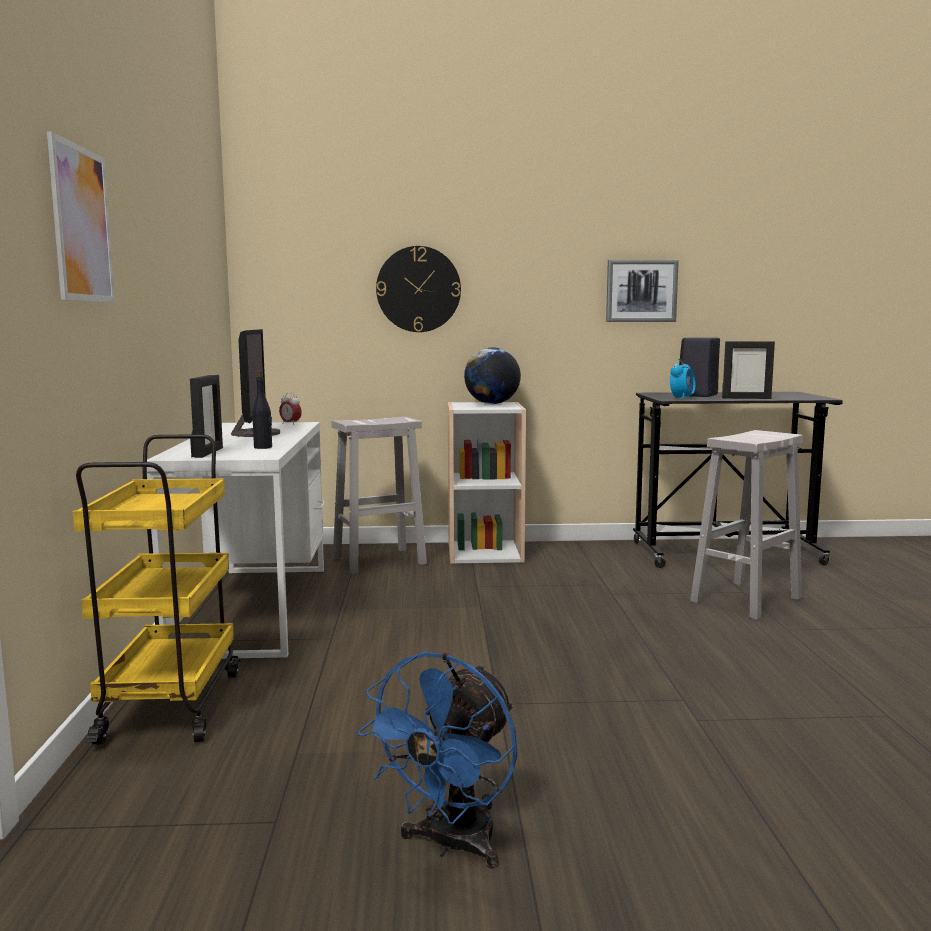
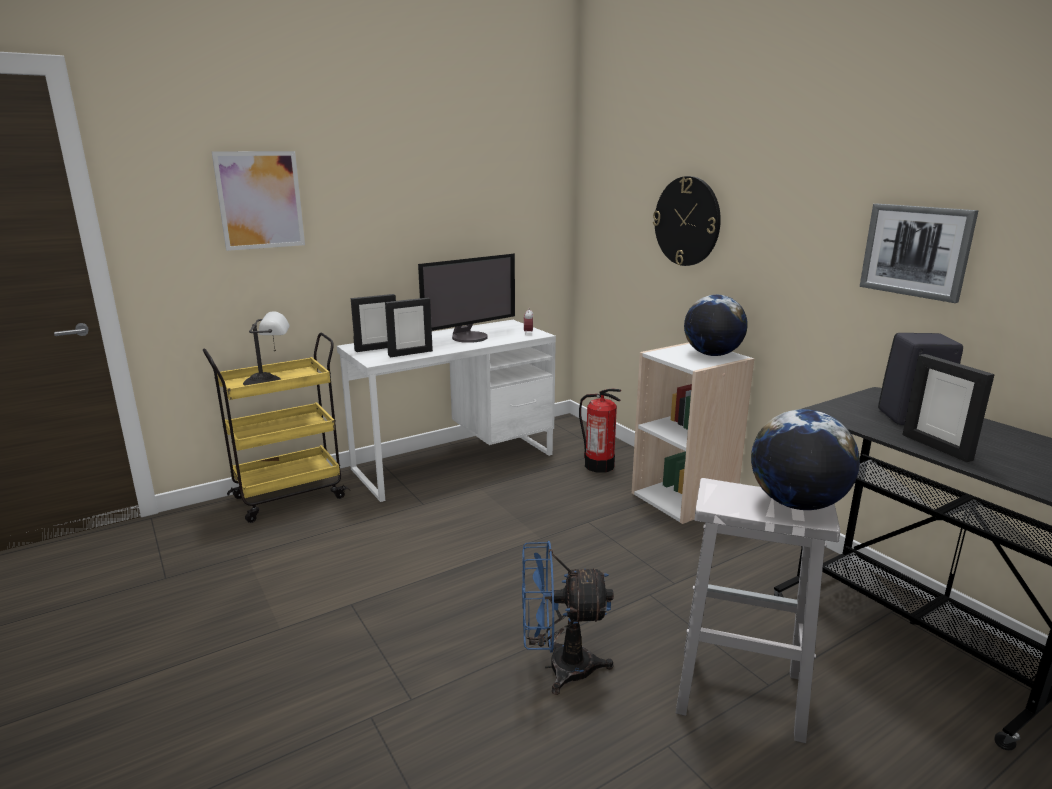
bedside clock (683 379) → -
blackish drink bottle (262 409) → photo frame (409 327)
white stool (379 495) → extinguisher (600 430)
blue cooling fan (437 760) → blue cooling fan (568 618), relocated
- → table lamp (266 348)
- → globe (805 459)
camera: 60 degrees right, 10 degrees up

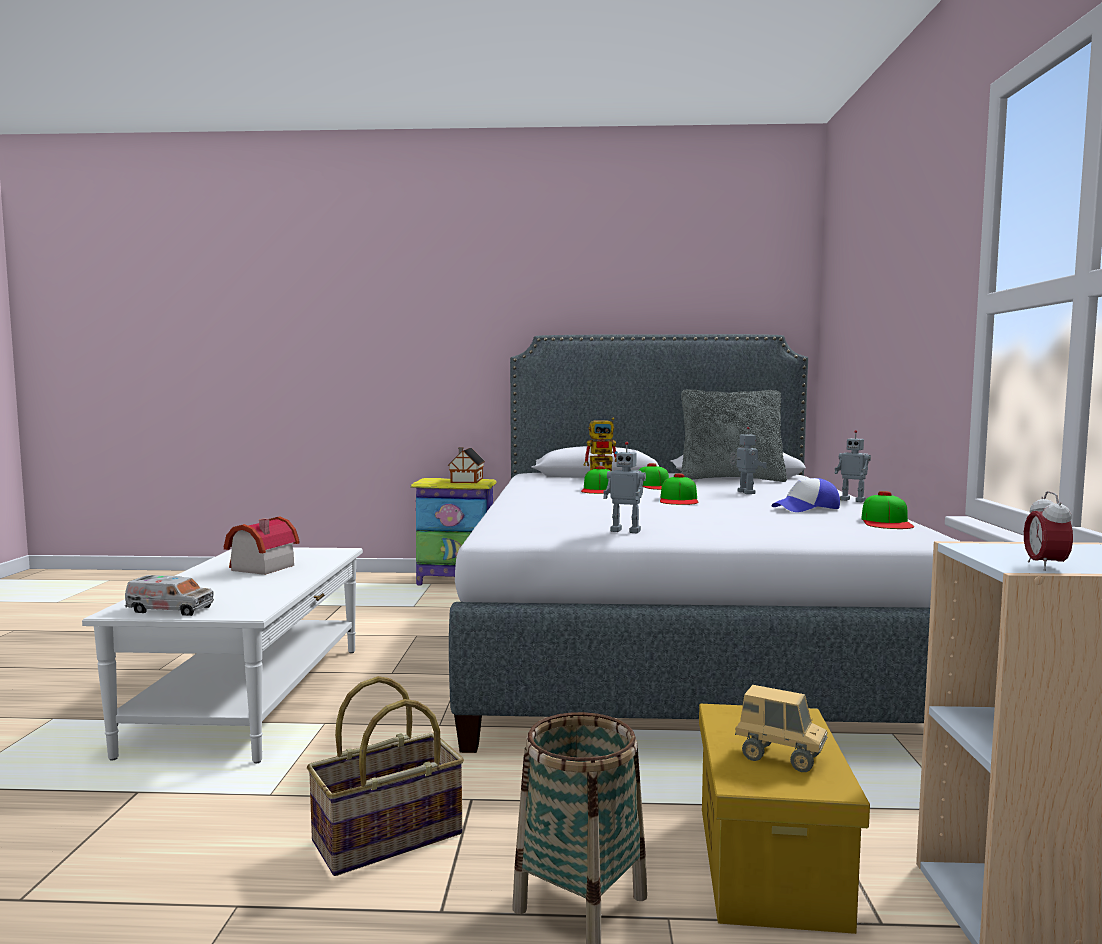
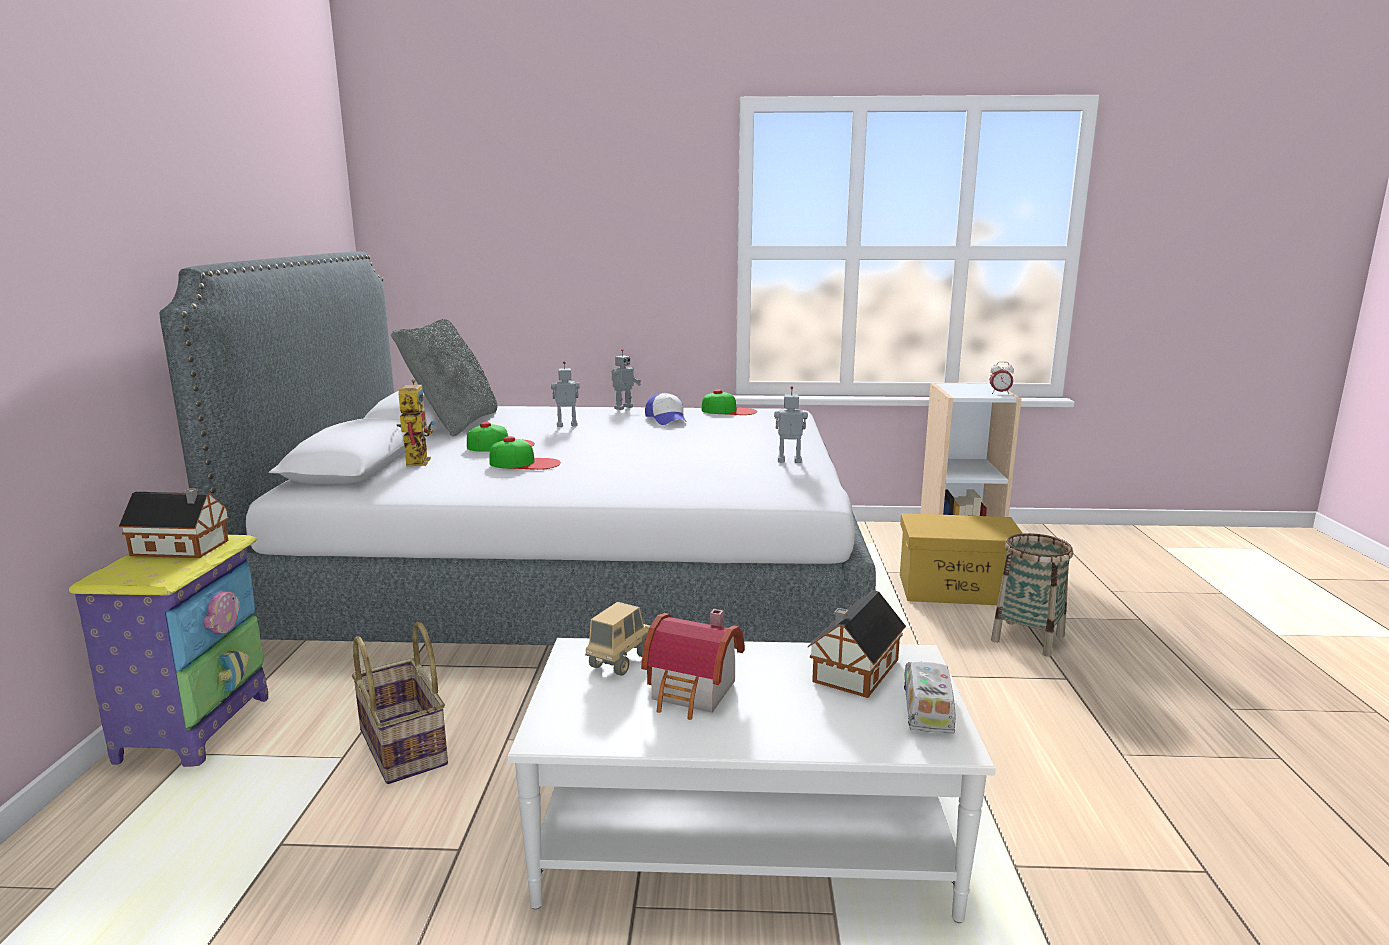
robot figure (624 487) → robot figure (791 424), 105 degrees counterclockwise
baseball cap (679 489) → -
household basket (385 776) → household basket (400 703), relocated
toy truck (781 728) → toy truck (617 639), relocated
- → model house (857 644)
camera: 90 degrees left, 10 degrees up

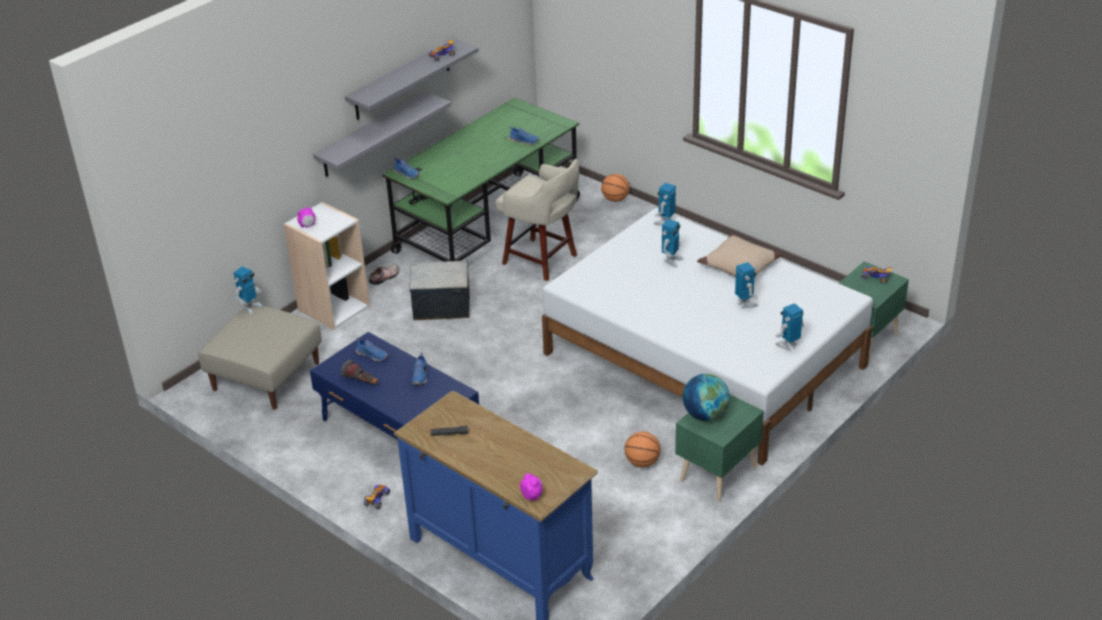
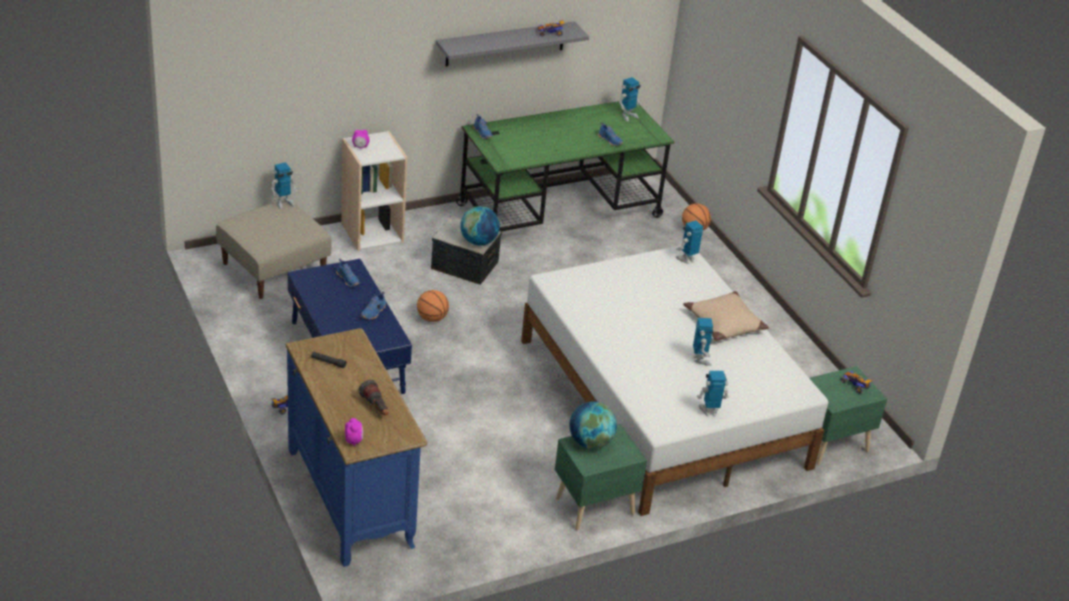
grey wall shelf (382 134) → -
beige stool (537 220) → -
robot figure (673 243) → robot figure (630 99), relocated
shoe (384 274) → -
hand torch (359 372) → hand torch (373 397), relocated
basketball (642 449) → basketball (433 306), relocated
- → globe (480 226)
camera: 20 degrees right, 0 degrees up

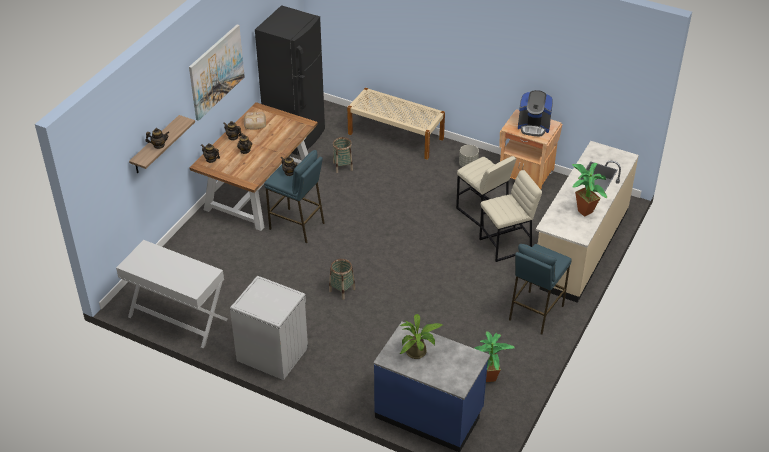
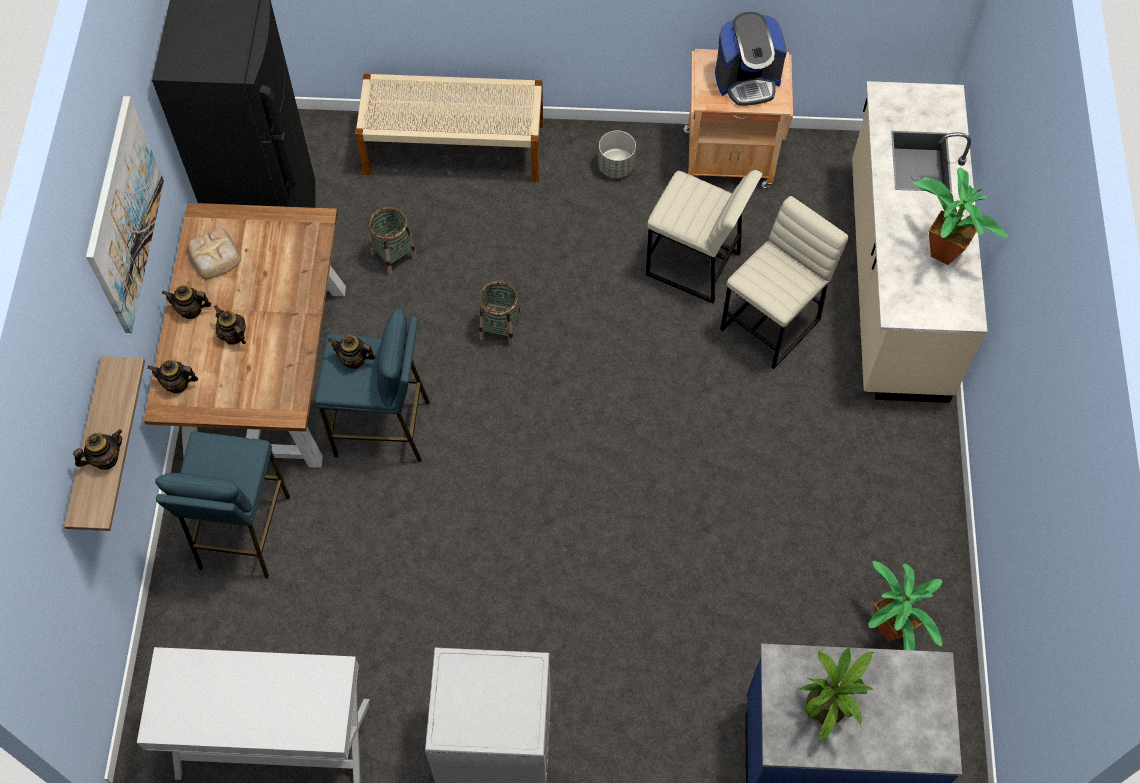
blue stool (540 289) → blue stool (222 505), relocated
household basket (342 279) → household basket (499 313), relocated
camera: 25 degrees left, 20 degrees up

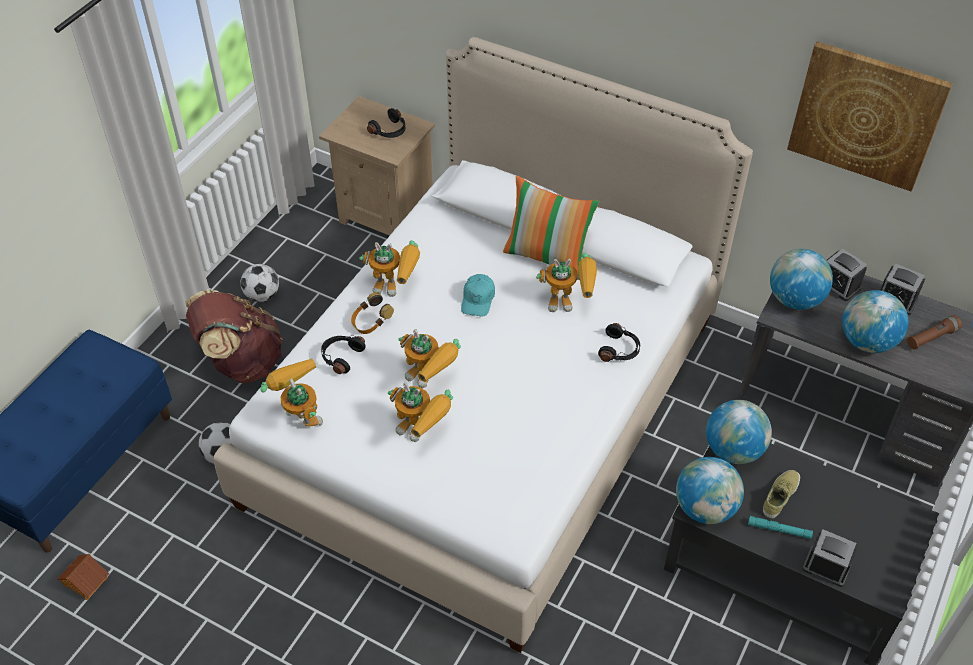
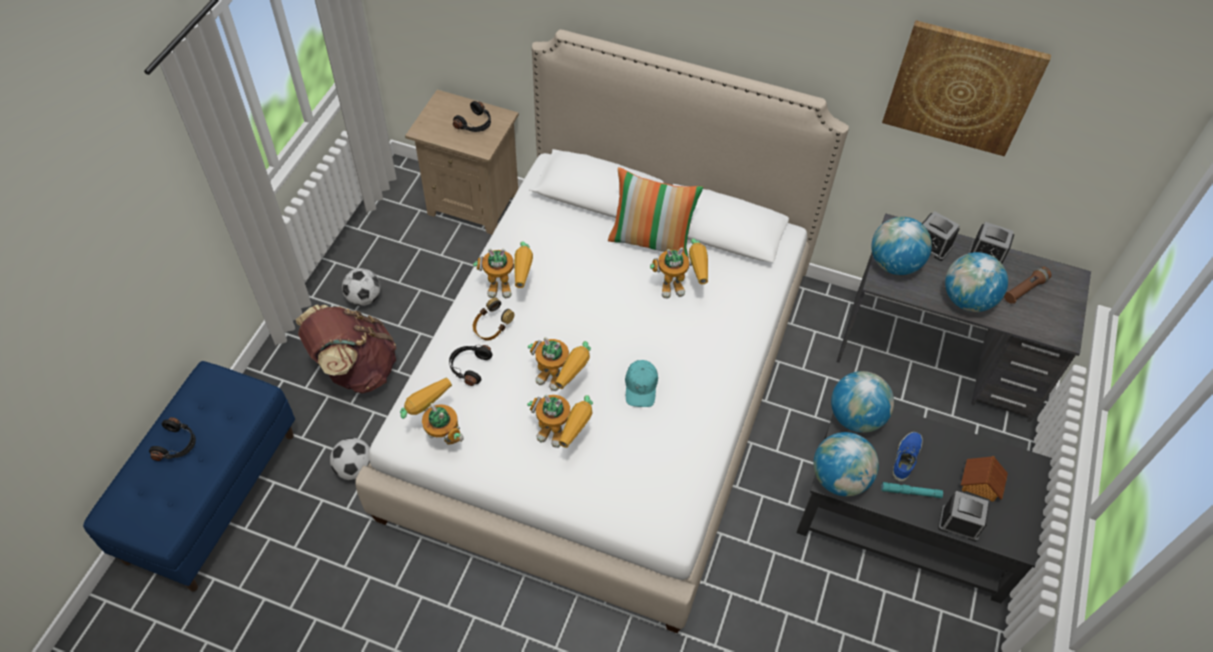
turquoise baseball cap (478 295) → turquoise baseball cap (641 383), relocated
blackish headphones (619 342) → blackish headphones (172 439), relocated
beige shoe (781 494) → blue shoe (908 457)
model house (83 577) → model house (984 479), relocated
camera: 10 degrees left, 5 degrees up

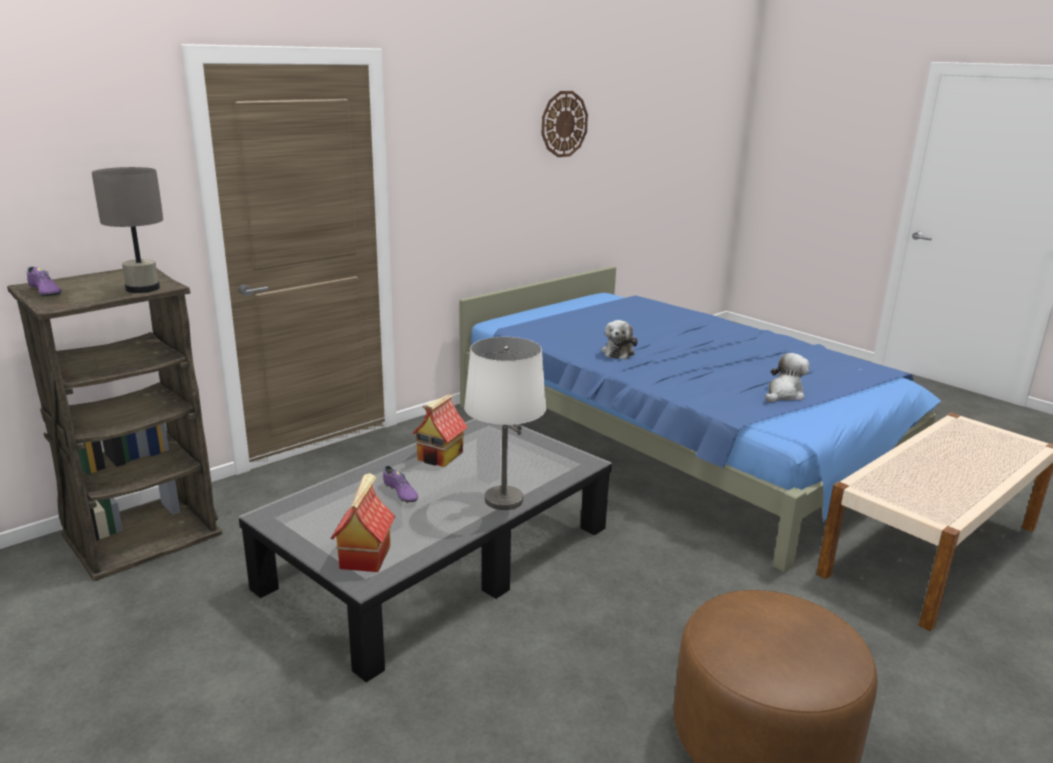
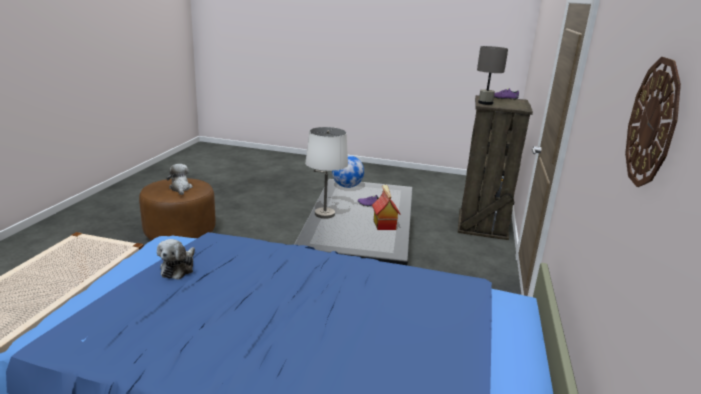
plush toy (619 339) → plush toy (179 179), relocated
model house (362 522) → globe (348 171)
camera: 145 degrees right, 0 degrees up

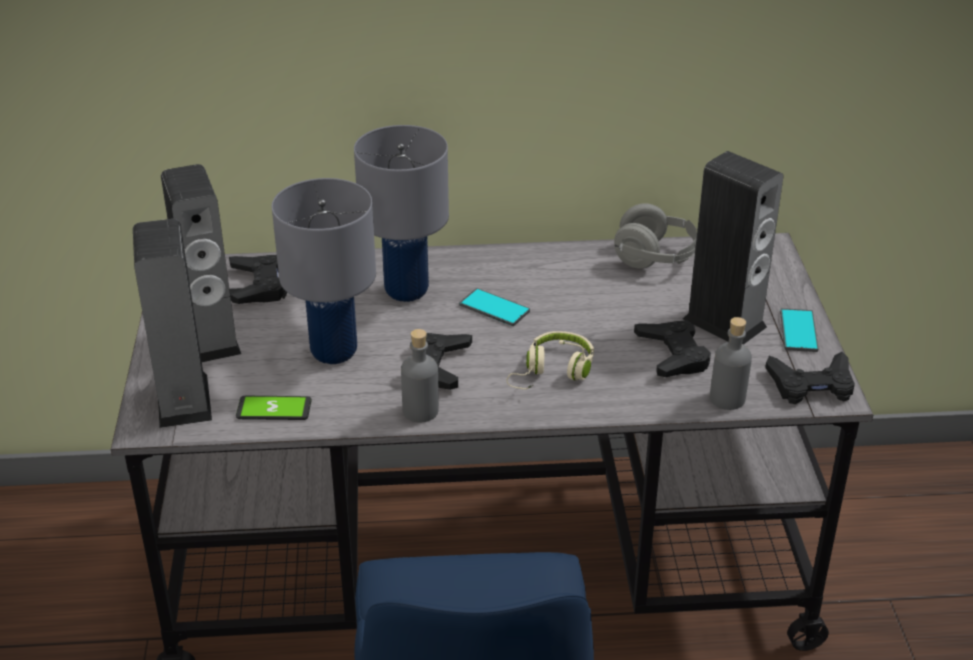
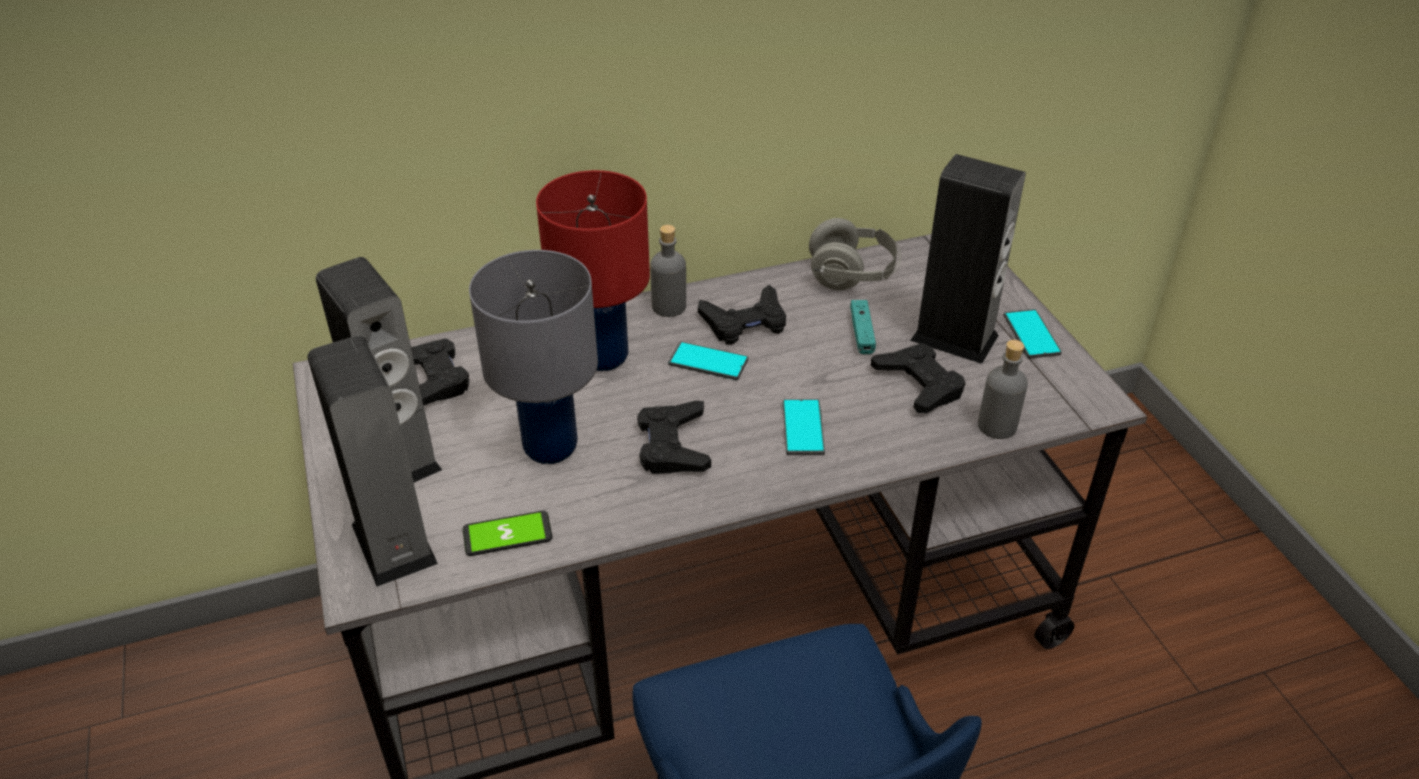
grey table lamp (401 213) → red-coloured table lamp (593 270)
grey drink bottle (420 376) → grey drink bottle (668 271), relocated
beige headphones (550 360) → phone (804 427)
blackish joypad (810 378) → blackish joypad (742 315), relocated
- → turquoise joypad (863 327)
camera: 15 degrees left, 5 degrees up

